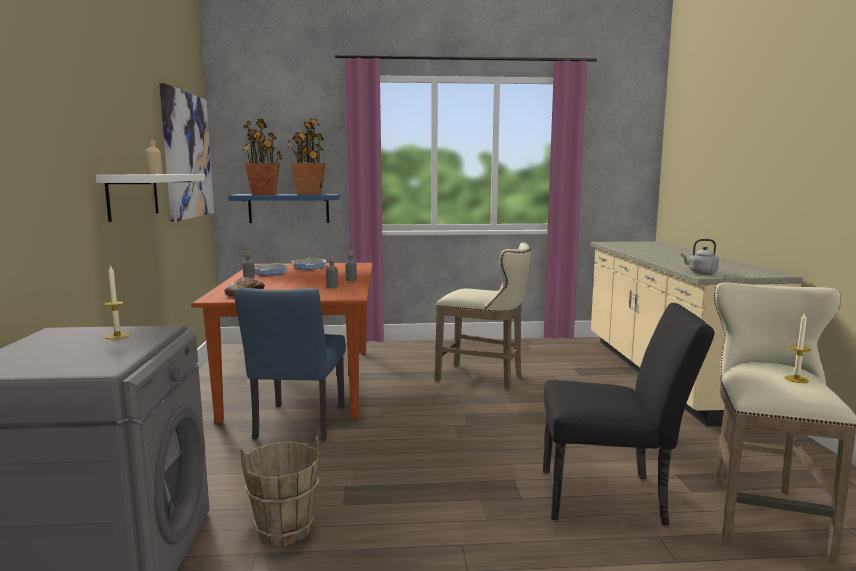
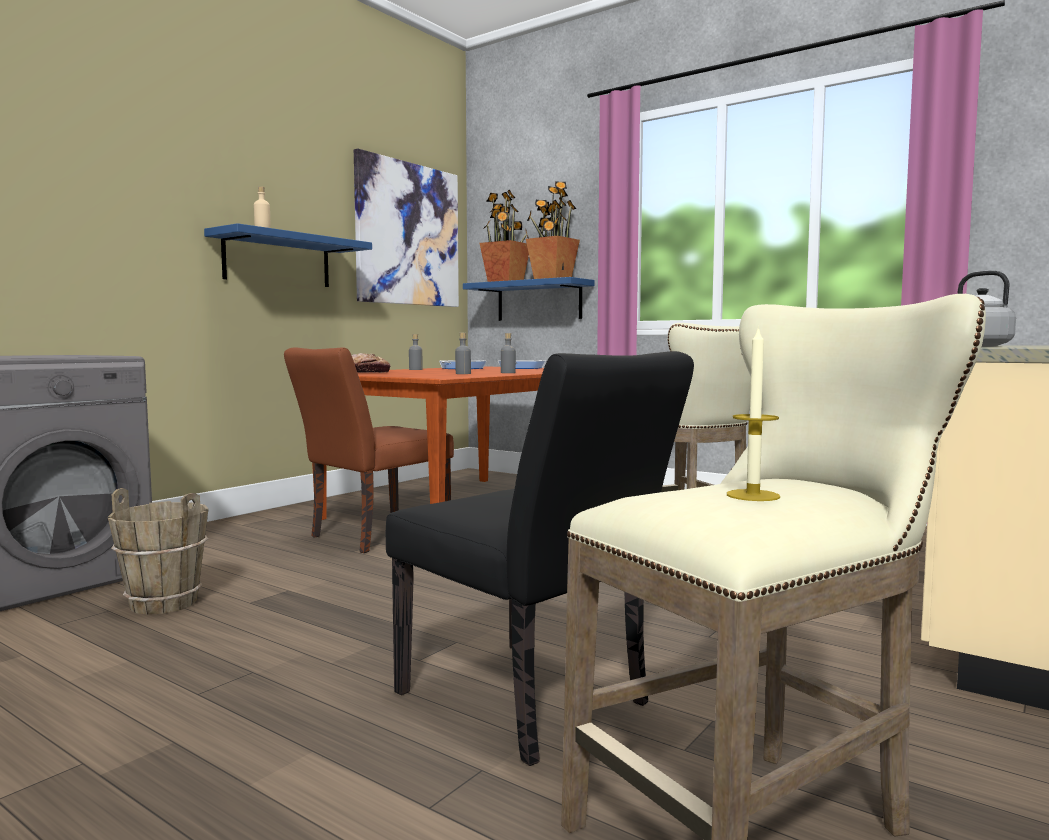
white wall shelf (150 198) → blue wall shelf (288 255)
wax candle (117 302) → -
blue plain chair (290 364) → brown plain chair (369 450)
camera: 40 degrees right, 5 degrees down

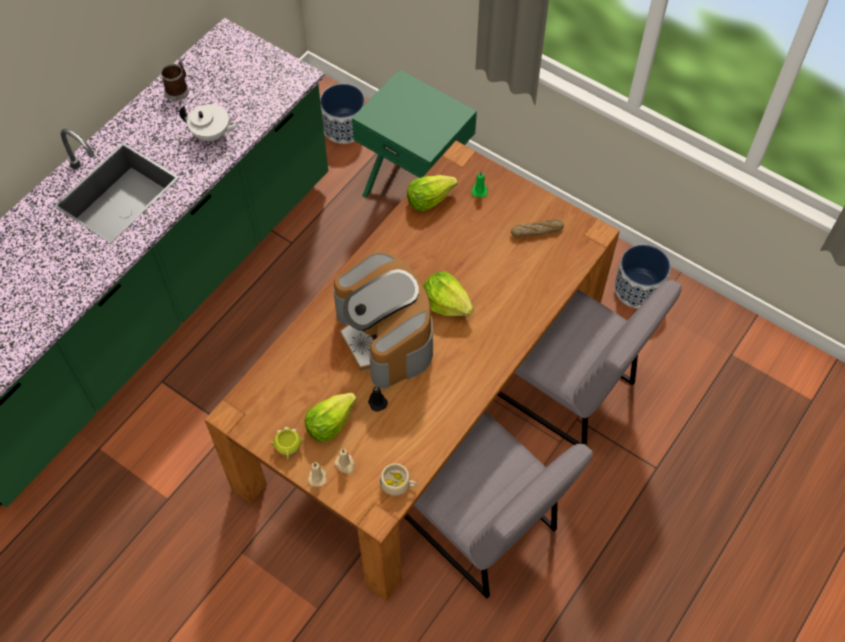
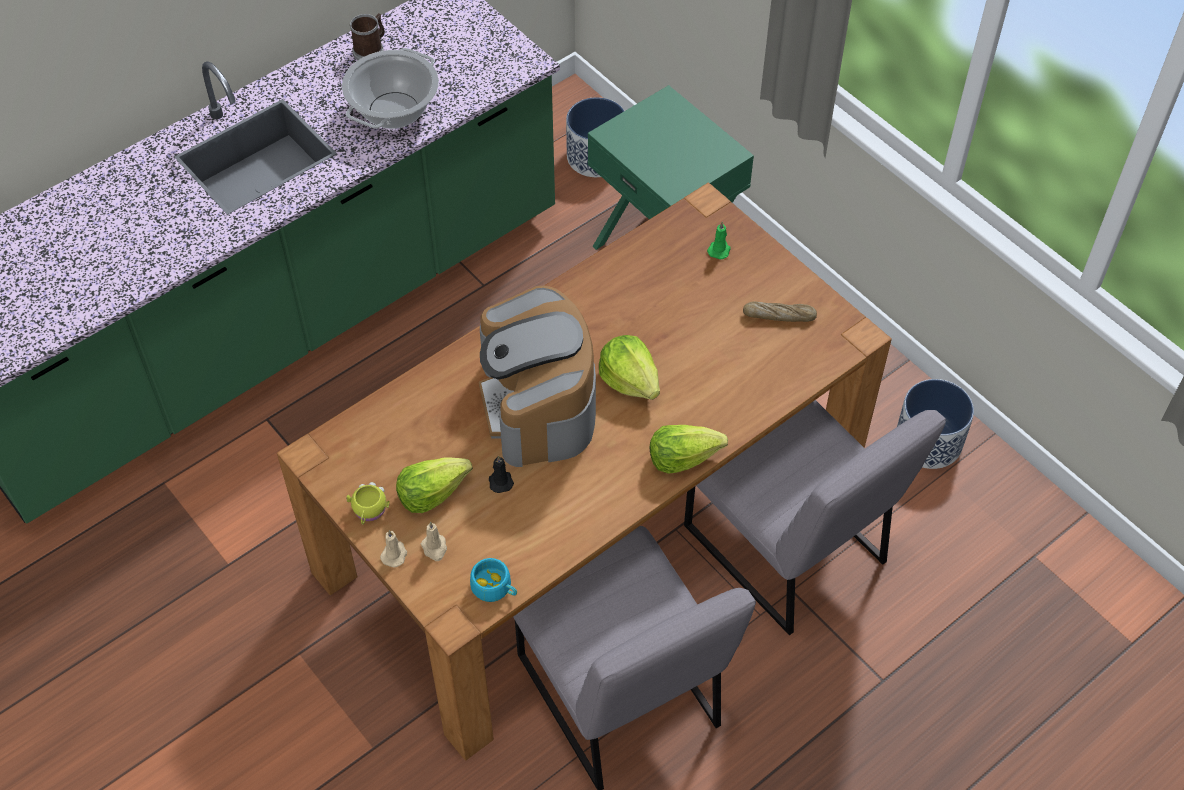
white pot for tea (209 123) → saucepot (390 88)
head of lettuce (432 193) → head of lettuce (689 449), relocated
beige drinking cup (399 479) → turquoise drinking cup (493 580)
camera: 15 degrees right, 5 degrees down

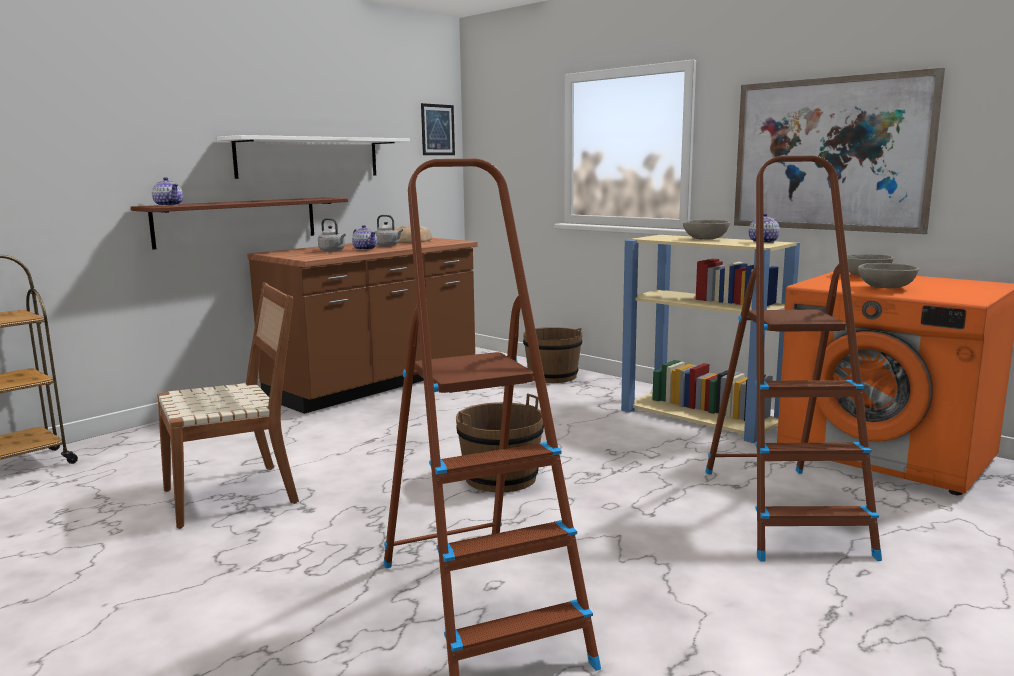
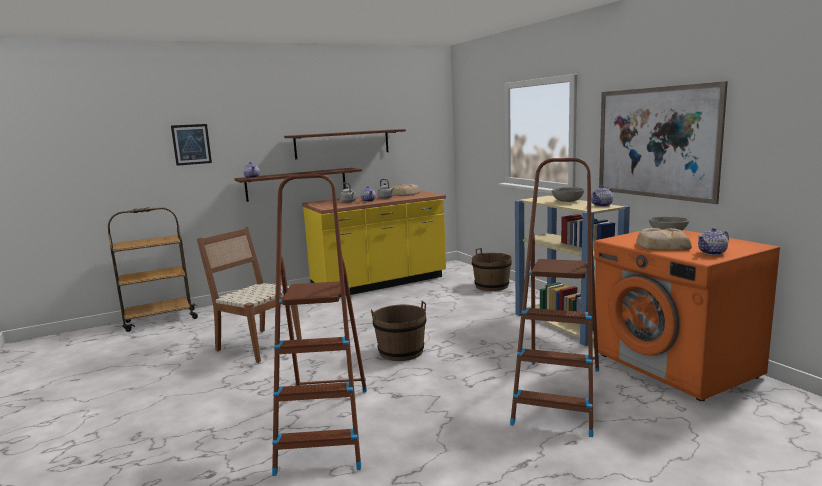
wall art (438 129) → wall art (191 145), relocated
white wall shelf (313 157) → brown wall shelf (345 144)
brown kitchen base unit (362 326) → yellow-coloured kitchen base unit (374 243)
grey serving bowl (888 275) → bakery bread (664 239)
plain chair (228 405) → plain chair (249 295), 135 degrees counterclockwise
- → pot for tea (713 241)
camera: 20 degrees right, 0 degrees up

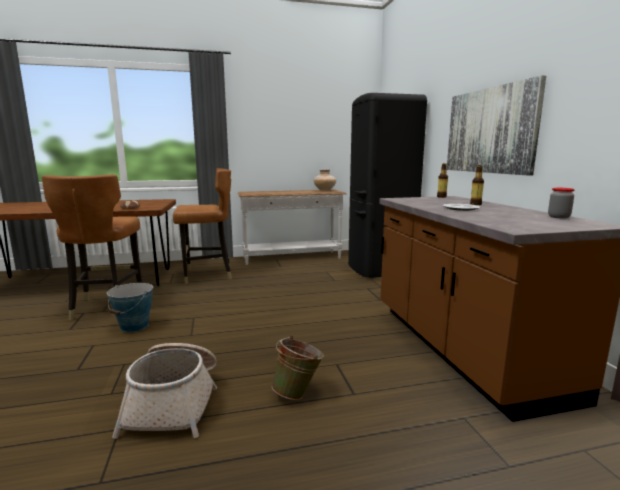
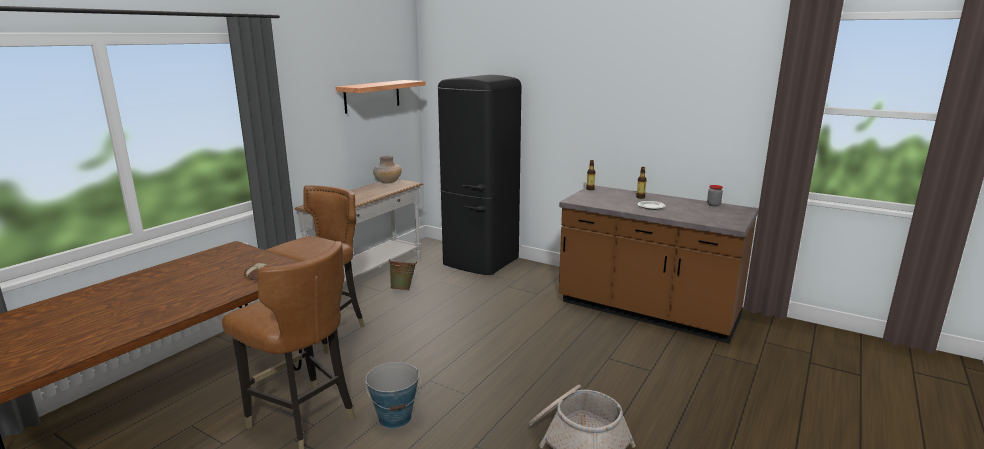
wall art (496 125) → -
green bucket (298 368) → green bucket (402 274), relocated
- → wall shelf (381 97)
camera: 45 degrees left, 5 degrees up

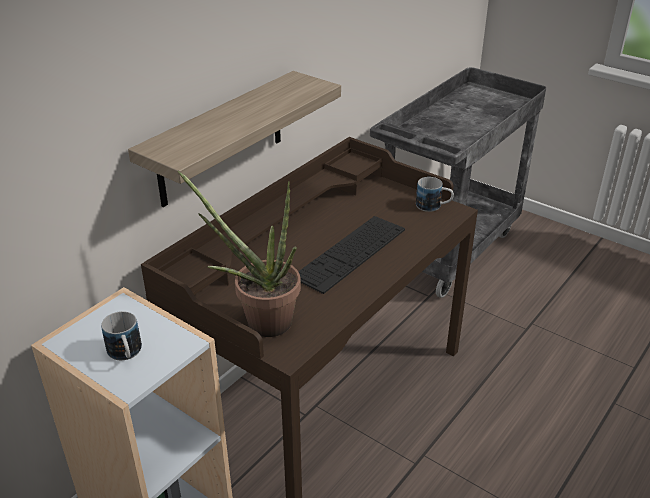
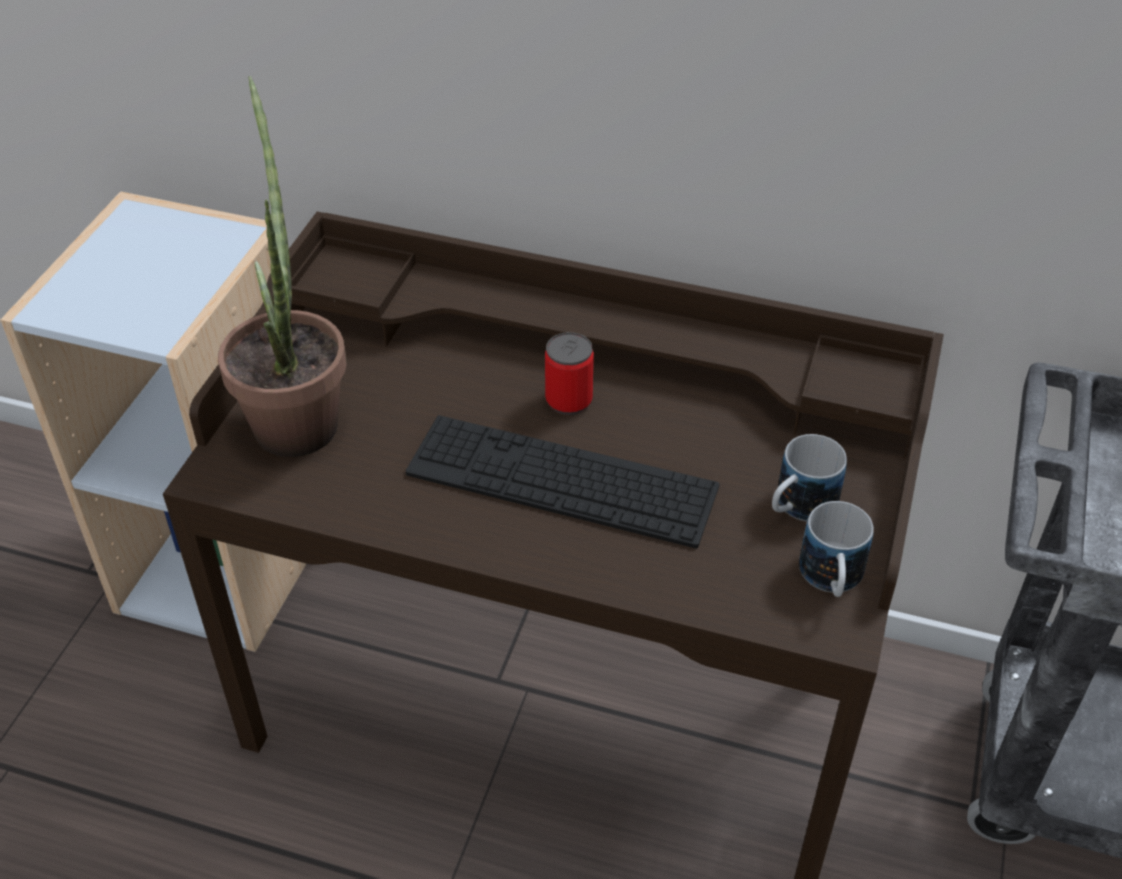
wall shelf (234 139) → -
coffee mug (121 335) → coffee mug (809 477), relocated
- → metal can (569 373)
camera: 70 degrees right, 10 degrees up

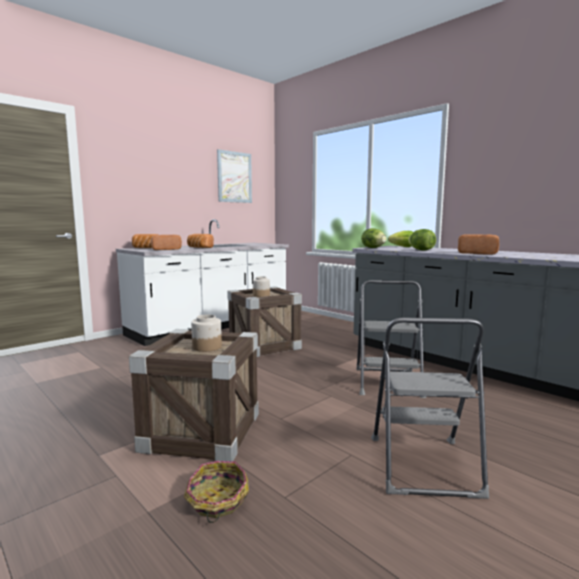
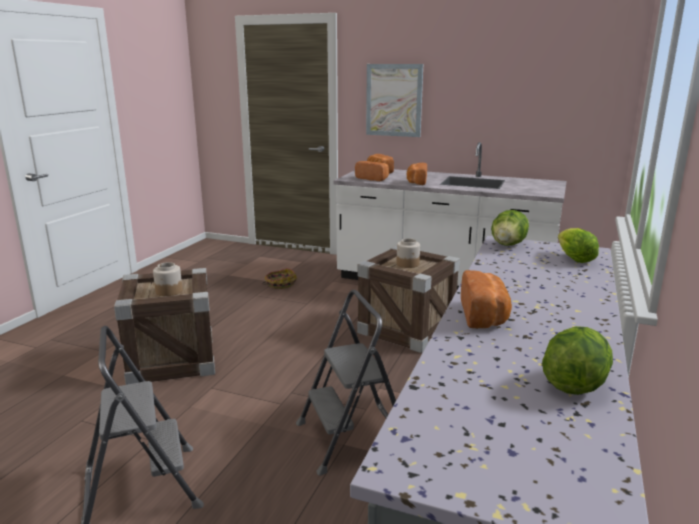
wall art (234 176) → wall art (394 100), relocated
head of lettuce (422 240) → head of lettuce (577 360), relocated
household basket (216 492) → household basket (279 278), relocated
camera: 65 degrees right, 10 degrees up

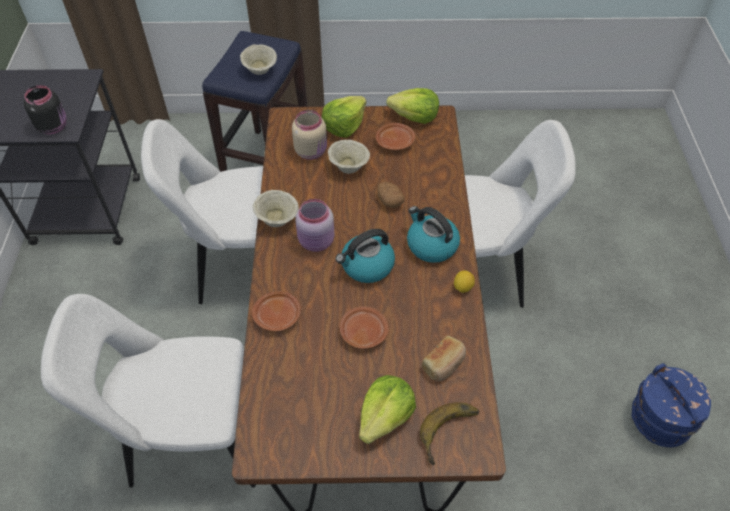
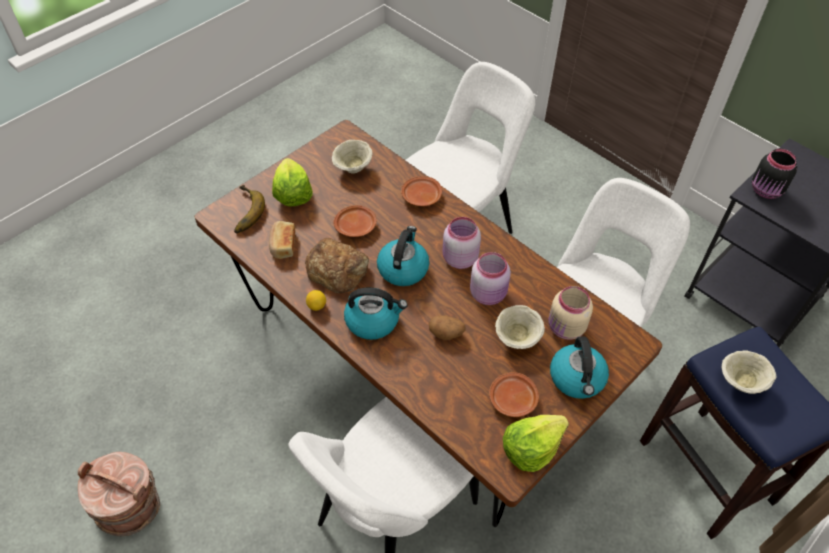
head of lettuce (344 117) → tea kettle (579 368)
beige serving bowl (276 208) → beige serving bowl (352 157), relocated
blue bucket (671 405) → brown bucket (119 494)
- → bakery bread (337 265)
- → pink storage jar (490 278)
camera: 135 degrees right, 0 degrees up

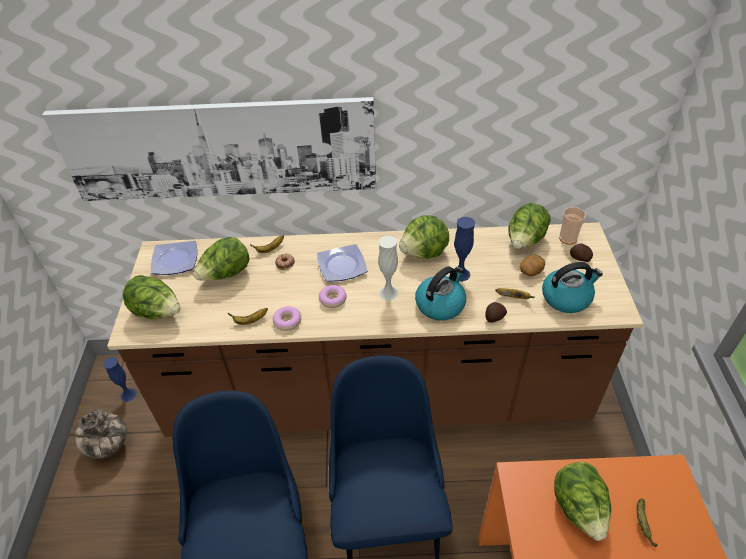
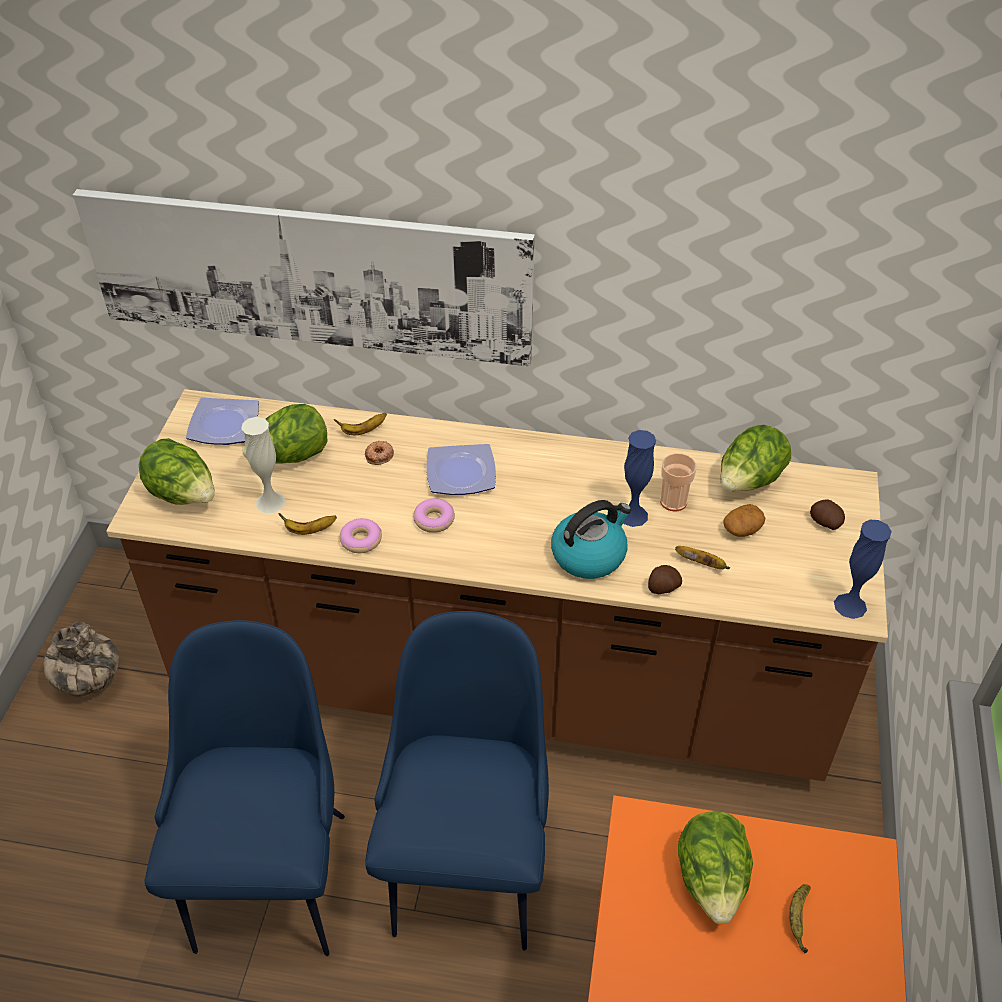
drinking cup (572 226) → drinking cup (678 482), relocated
head of lettuce (424 237) → -
white vase (388 268) → white vase (263 465), relocated
tea kettle (572 287) → -
blue vase (120 379) → blue vase (863 569), relocated
camera: 10 degrees right, 0 degrees up

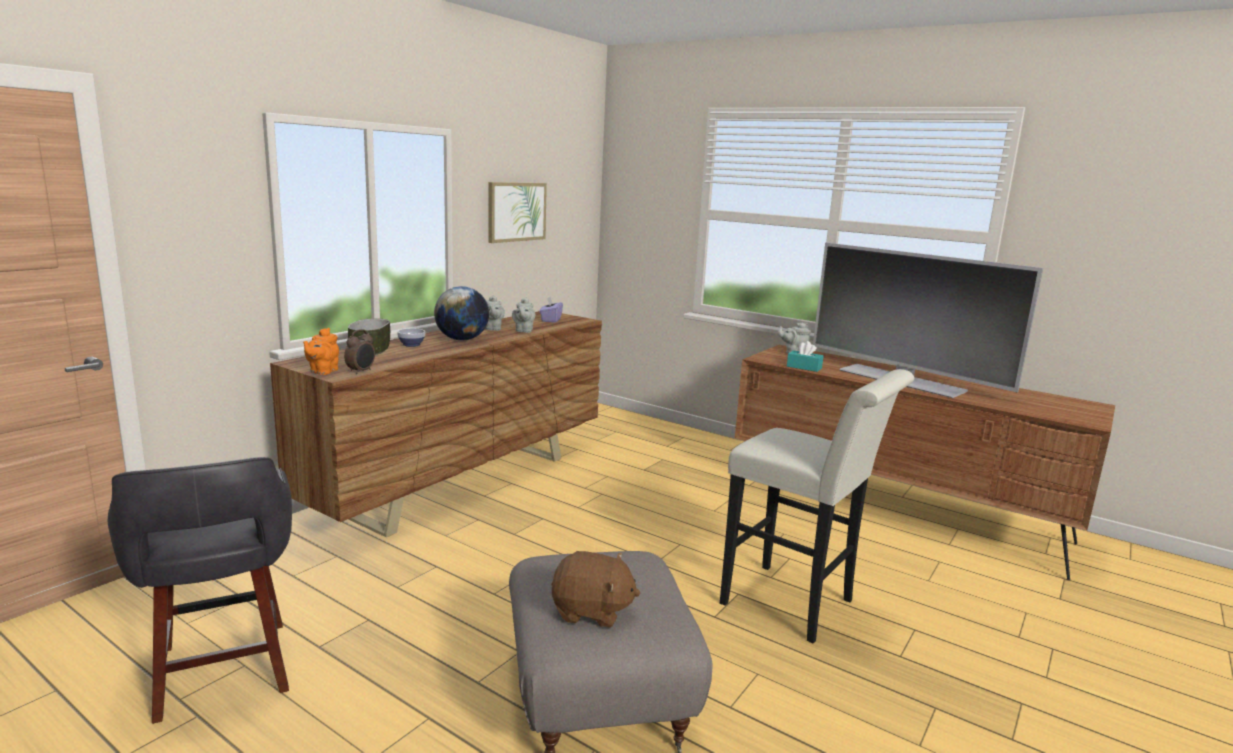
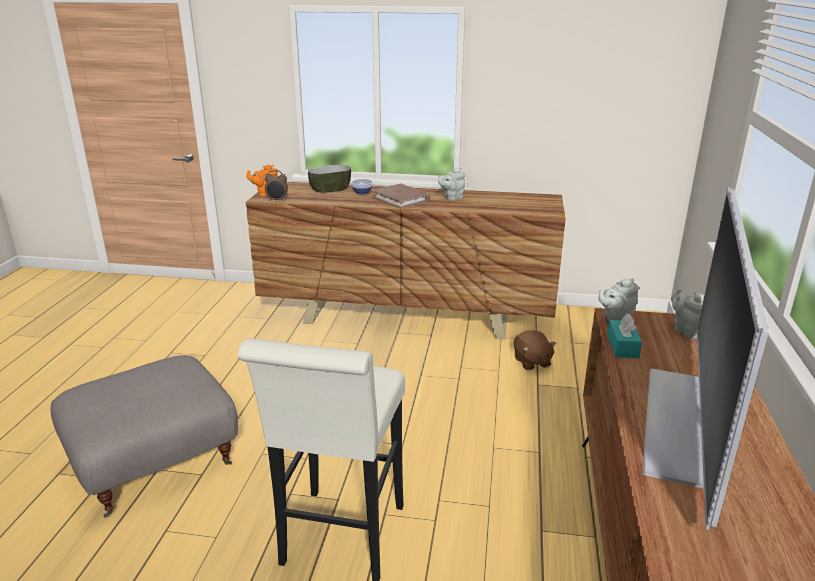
wall art (518 212) → -
globe (461 313) → brown volume (401 196)
grey pot for tea (523 315) → grey pot for tea (619 299), relocated
purple tissue box (551 310) → -
grey stool (200 590) → -
brown plush toy (595 589) → brown plush toy (535 350), relocated
camera: 65 degrees right, 10 degrees up

